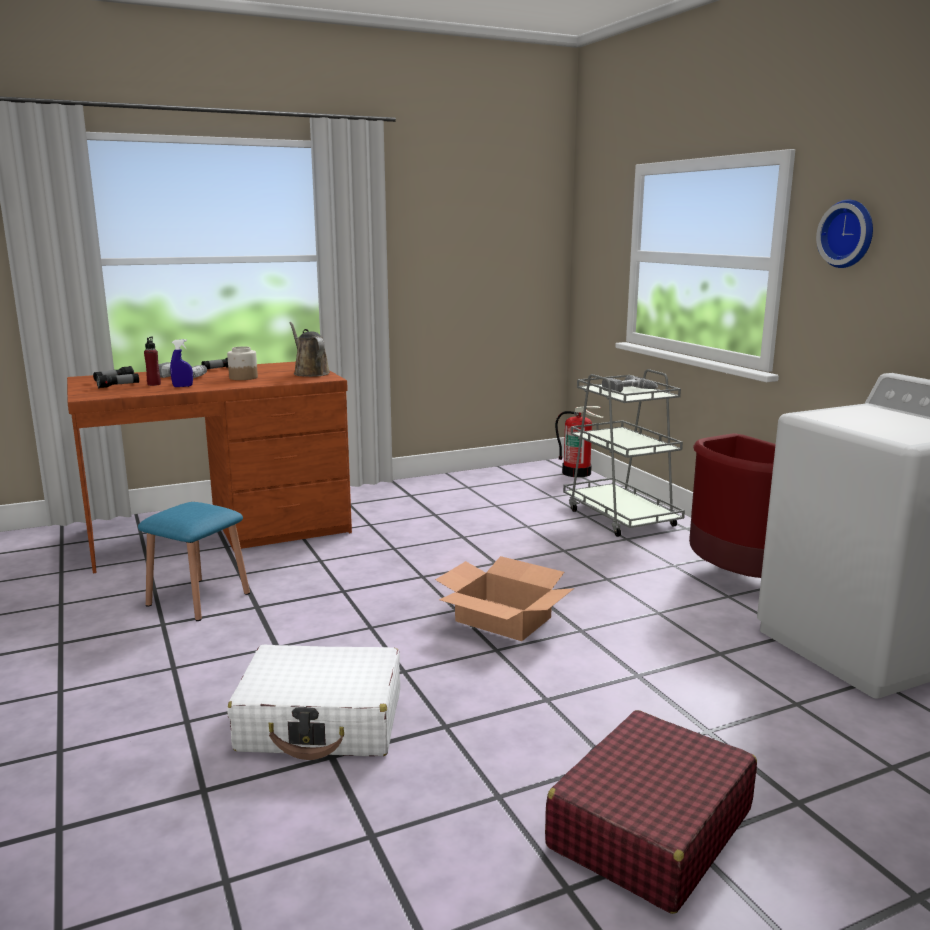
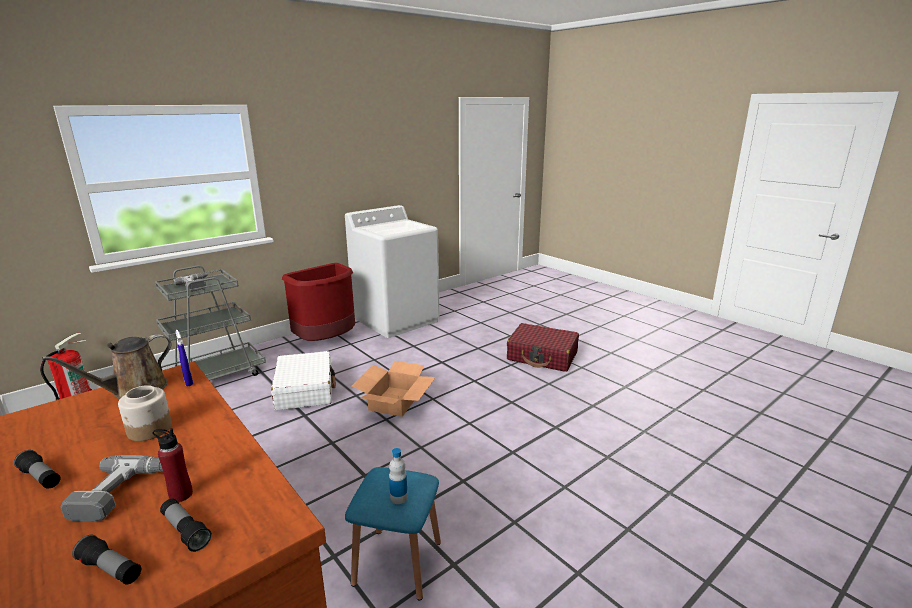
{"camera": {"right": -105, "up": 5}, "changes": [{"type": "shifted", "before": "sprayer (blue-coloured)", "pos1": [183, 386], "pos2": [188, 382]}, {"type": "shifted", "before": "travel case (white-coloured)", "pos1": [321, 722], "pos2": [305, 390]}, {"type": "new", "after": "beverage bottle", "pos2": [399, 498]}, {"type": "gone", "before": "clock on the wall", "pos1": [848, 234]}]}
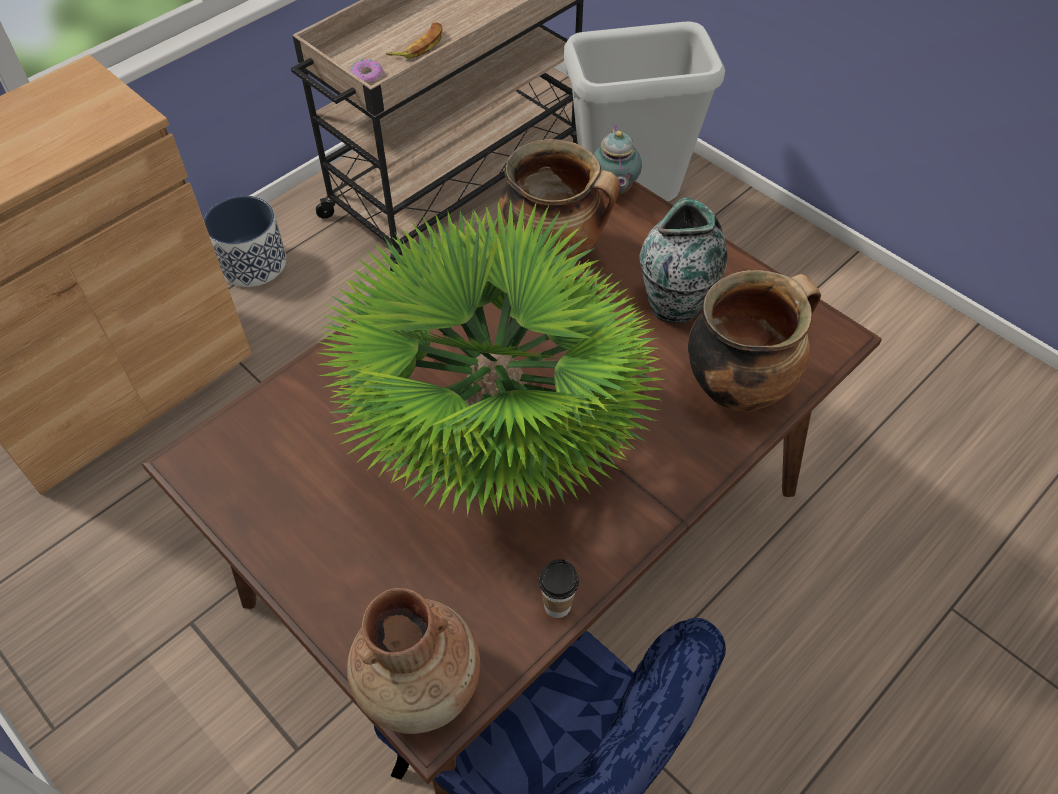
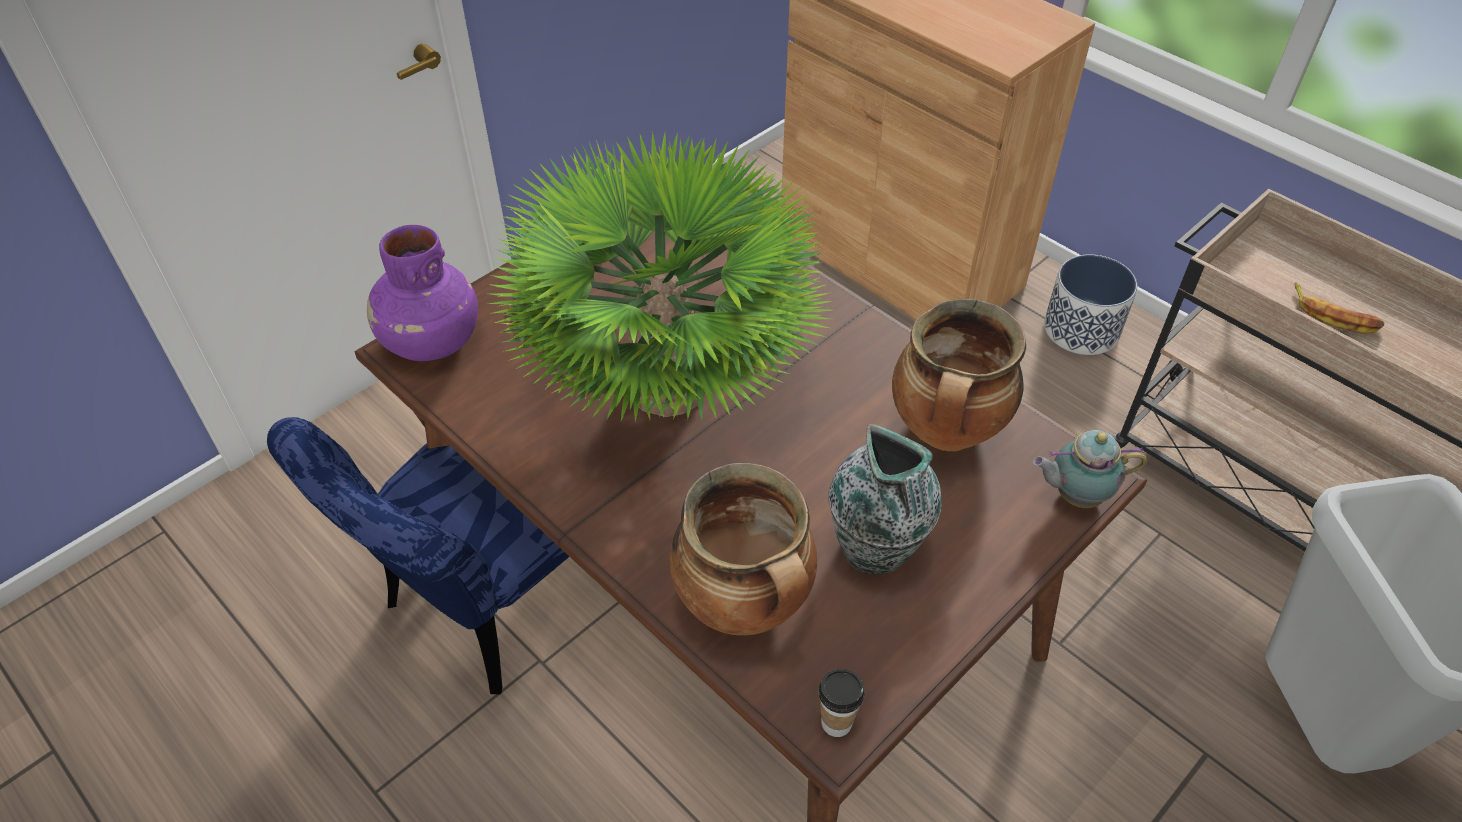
{"camera": {"right": 90, "up": -5}, "changes": [{"type": "repainted", "before": "flower vase (brown)", "after": "flower vase (purplish)", "pos1": [420, 684], "pos2": [431, 342]}, {"type": "shifted", "before": "cup", "pos1": [557, 605], "pos2": [836, 722]}, {"type": "gone", "before": "doughnut", "pos1": [367, 77]}]}
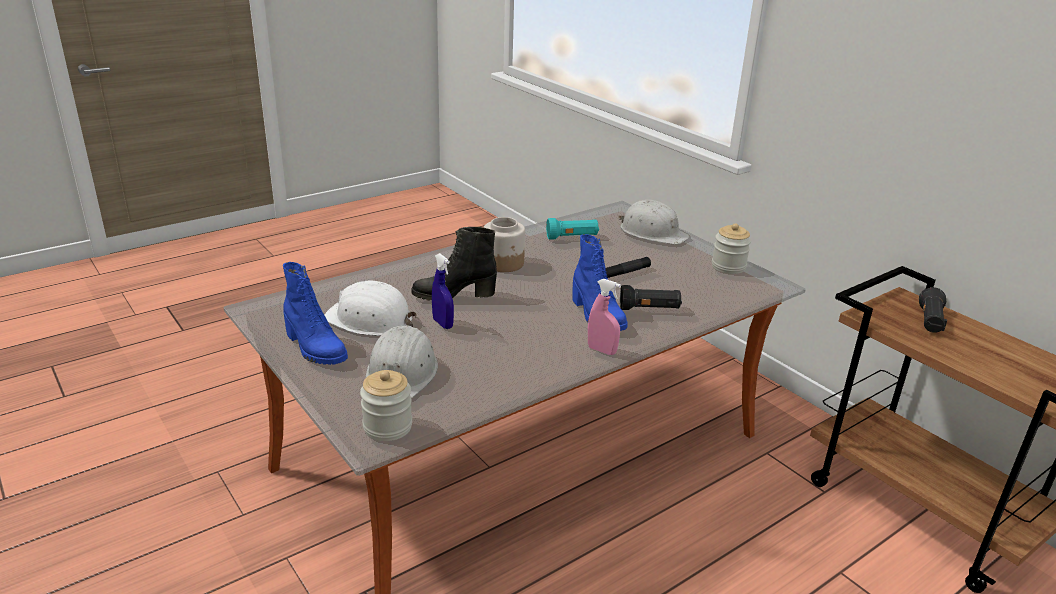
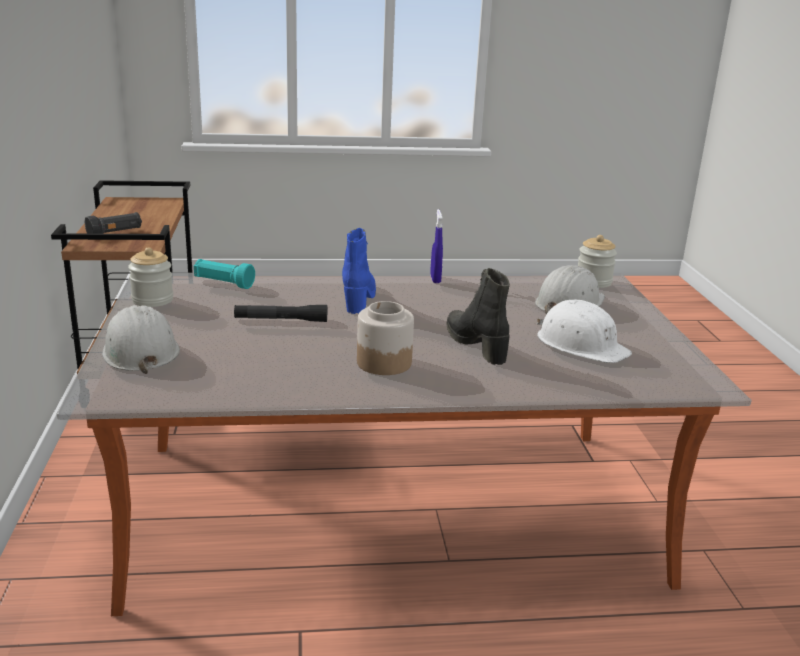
{"camera": {"right": -150, "up": -5}, "changes": [{"type": "shifted", "before": "flashlight (turquoise-coloured)", "pos1": [572, 237], "pos2": [223, 283]}, {"type": "shifted", "before": "sprayer (blue-coloured)", "pos1": [443, 323], "pos2": [435, 279]}, {"type": "rotated", "before": "tall boot (blackish)", "pos1": [454, 295], "pos2": [476, 345], "turn": -135}, {"type": "gone", "before": "tall boot (blue-coloured)", "pos1": [314, 349]}, {"type": "gone", "before": "sprayer (pinkish)", "pos1": [601, 350]}, {"type": "gone", "before": "flashlight (blackish)", "pos1": [649, 309]}]}
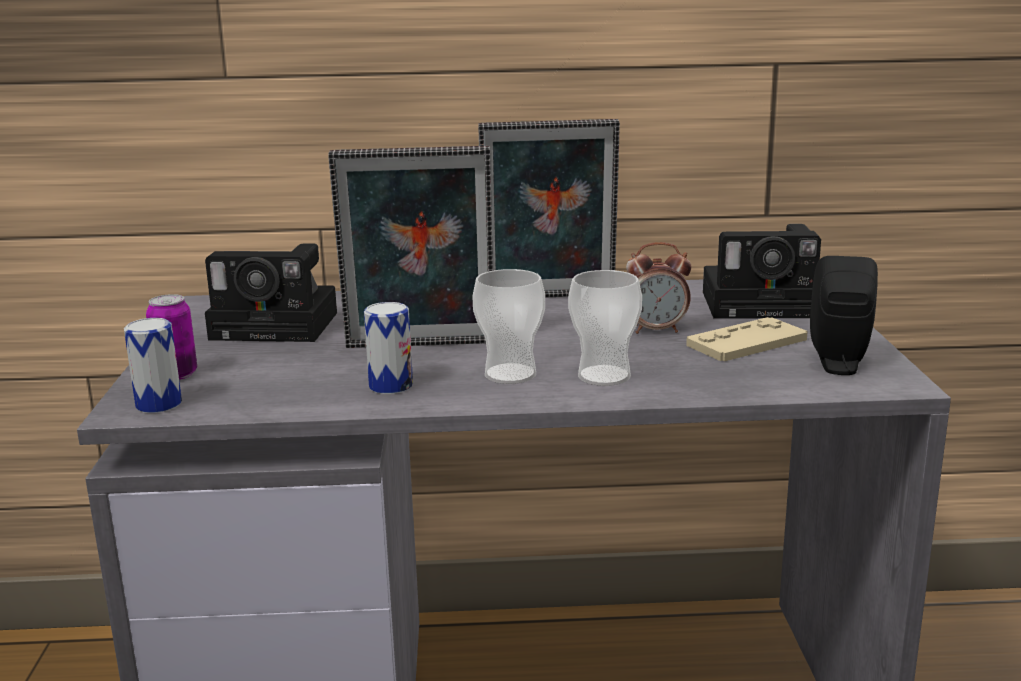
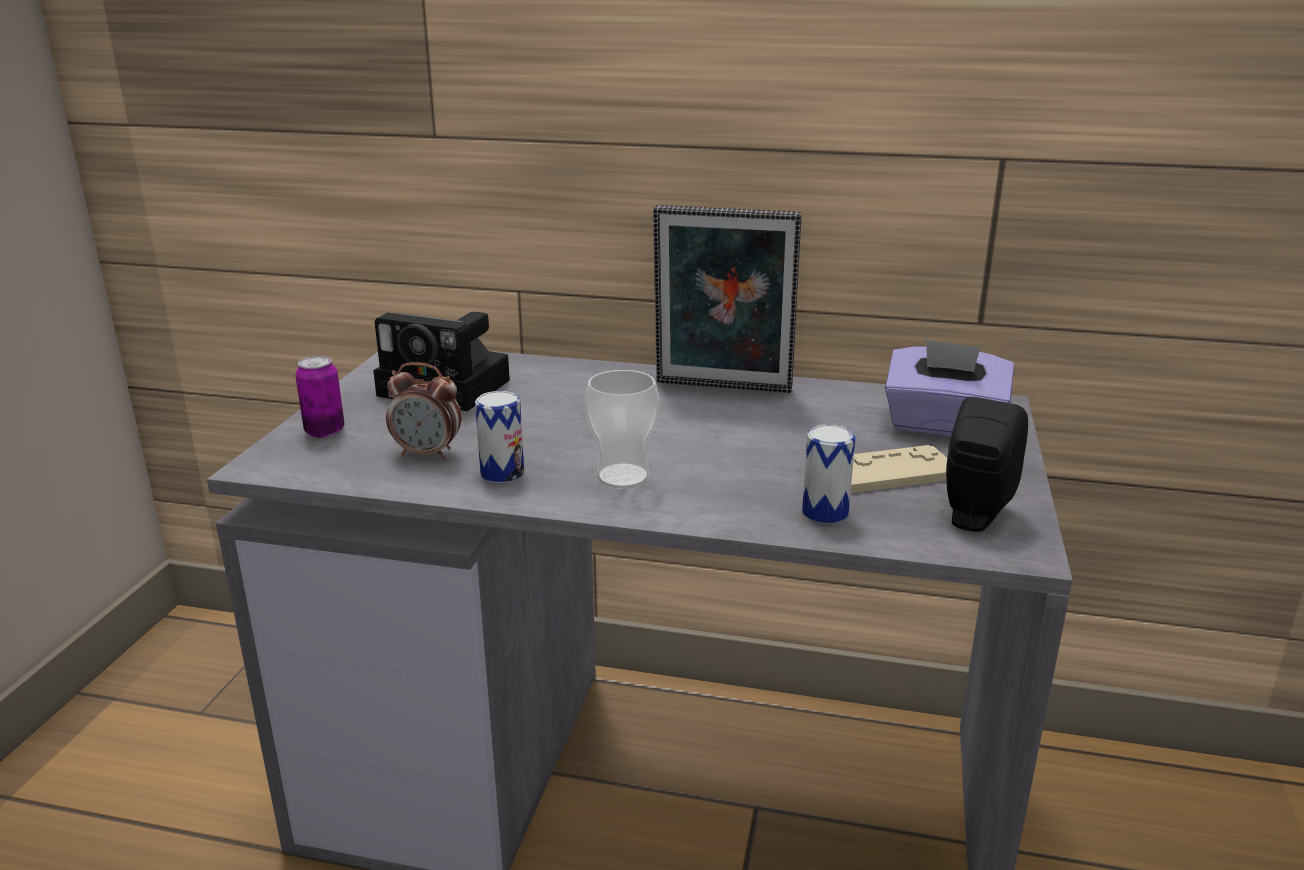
{"camera": {"right": 15, "up": 5}, "changes": [{"type": "shifted", "before": "alarm clock", "pos1": [656, 330], "pos2": [428, 454]}, {"type": "shifted", "before": "sealed can", "pos1": [159, 404], "pos2": [825, 512]}, {"type": "swapped", "before": "still camera", "after": "tissue holder (purplish)", "pos1": [765, 304], "pos2": [943, 425]}, {"type": "gone", "before": "picture frame", "pos1": [420, 347]}, {"type": "gone", "before": "cup", "pos1": [604, 376]}]}
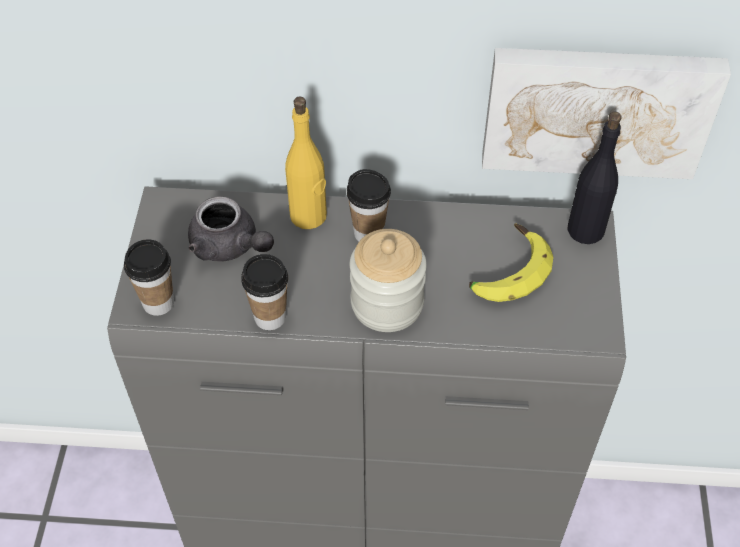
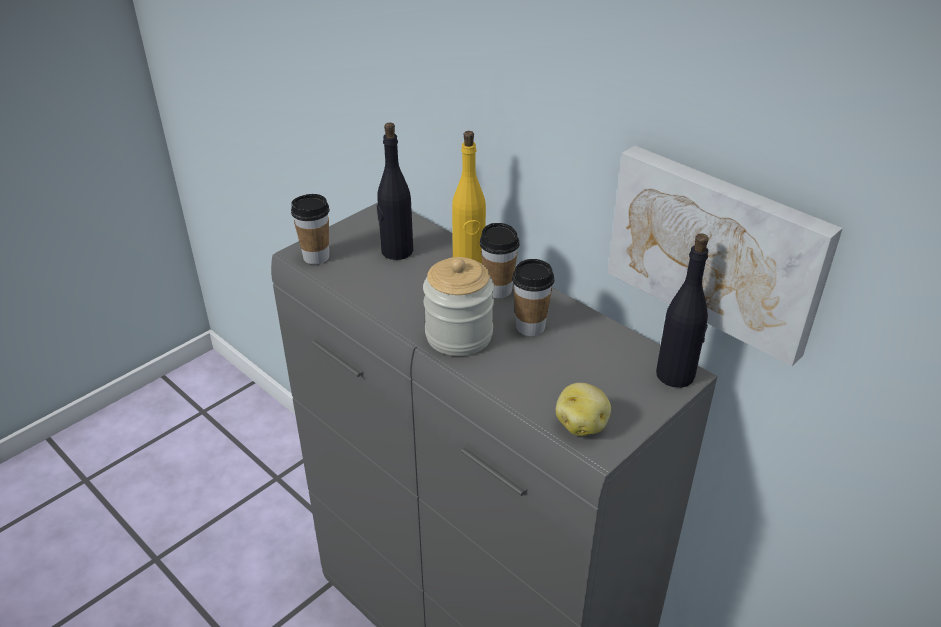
{"camera": {"right": 40, "up": -15}, "changes": [{"type": "swapped", "before": "tea pot (grey)", "after": "beverage bottle (blackish)", "pos1": [230, 246], "pos2": [396, 251]}, {"type": "shifted", "before": "cup", "pos1": [270, 317], "pos2": [530, 327]}, {"type": "new", "after": "spud", "pos2": [582, 425]}, {"type": "gone", "before": "banana fruit", "pos1": [506, 270]}]}
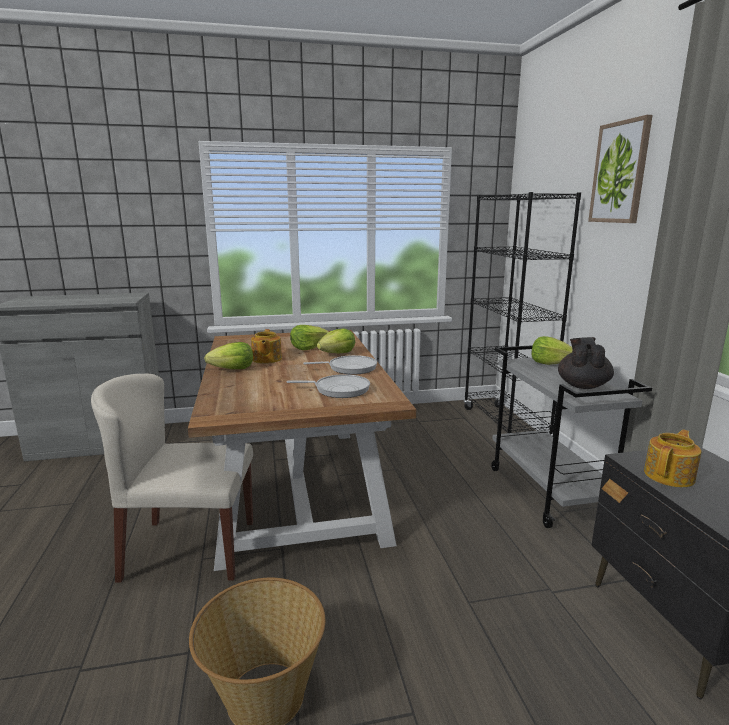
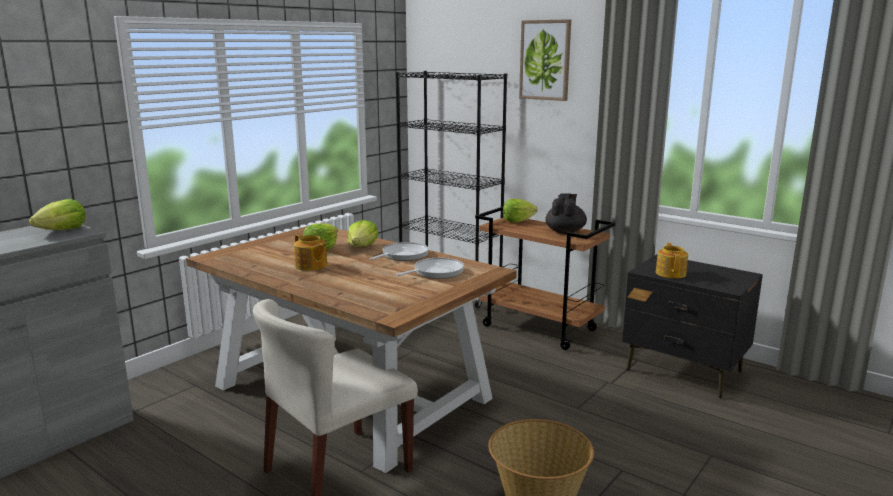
{"camera": {"right": -40, "up": 0}, "changes": [{"type": "shifted", "before": "lettuce", "pos1": [233, 369], "pos2": [62, 230]}, {"type": "repainted", "before": "wheeled cart (grey)", "after": "wheeled cart (brown)", "pos1": [549, 492], "pos2": [540, 328]}, {"type": "rotated", "before": "tea pot (blackish)", "pos1": [582, 385], "pos2": [565, 232], "turn": 45}]}
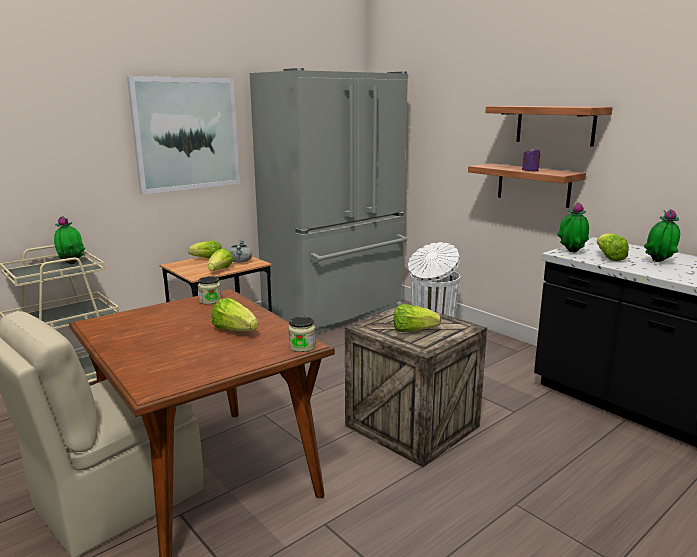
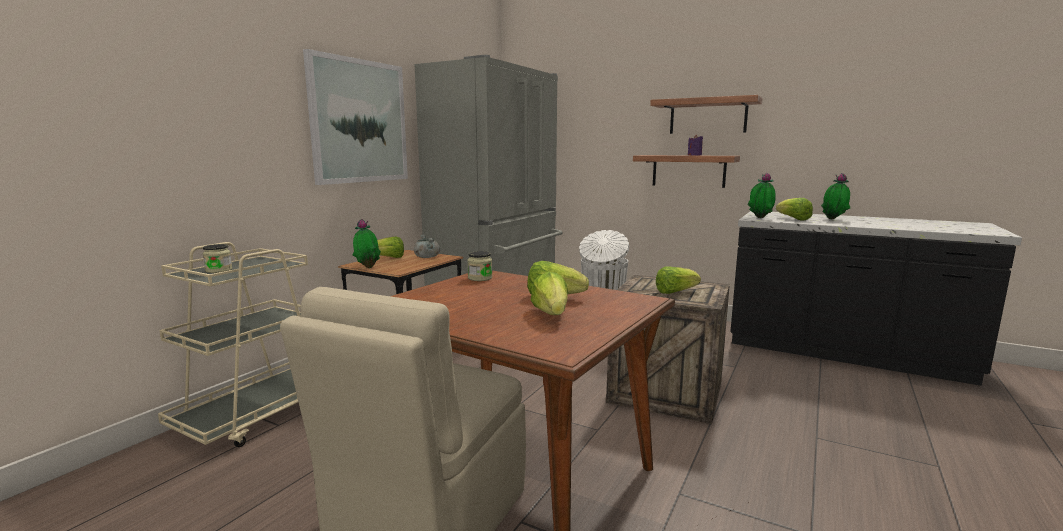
{"camera": {"right": -20, "up": -5}, "changes": [{"type": "shifted", "before": "storage jar", "pos1": [302, 347], "pos2": [219, 270]}, {"type": "shifted", "before": "potted plant", "pos1": [72, 263], "pos2": [367, 267]}, {"type": "shifted", "before": "lettuce", "pos1": [220, 270], "pos2": [551, 314]}]}
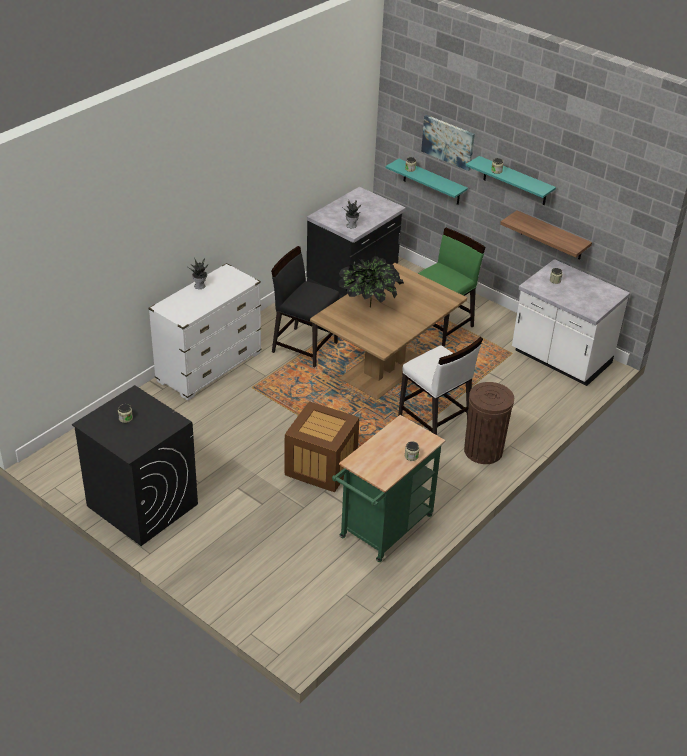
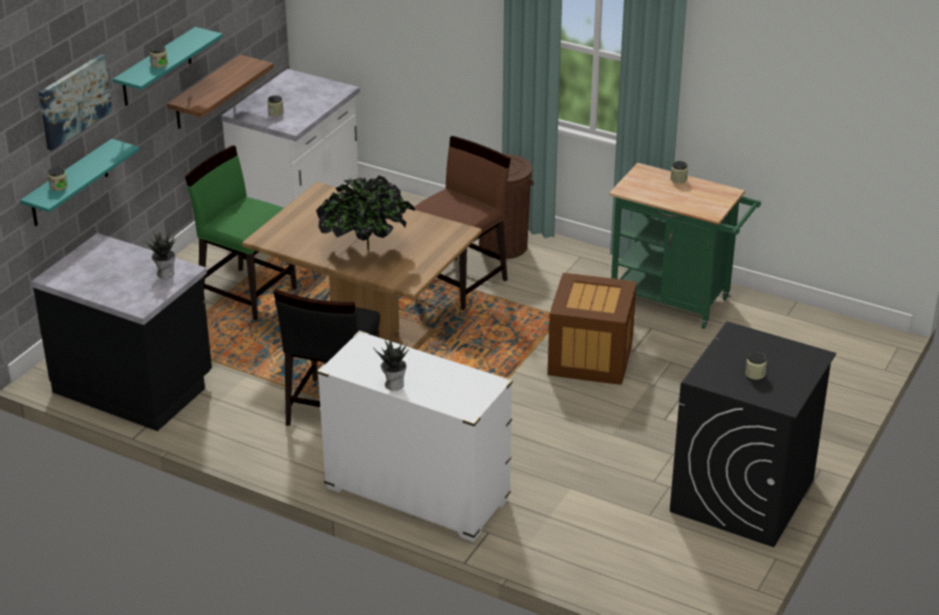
{"camera": {"right": -100, "up": -5}, "changes": [{"type": "repainted", "before": "chair (white-coloured)", "after": "chair (brown)", "pos1": [434, 420], "pos2": [460, 283]}]}
